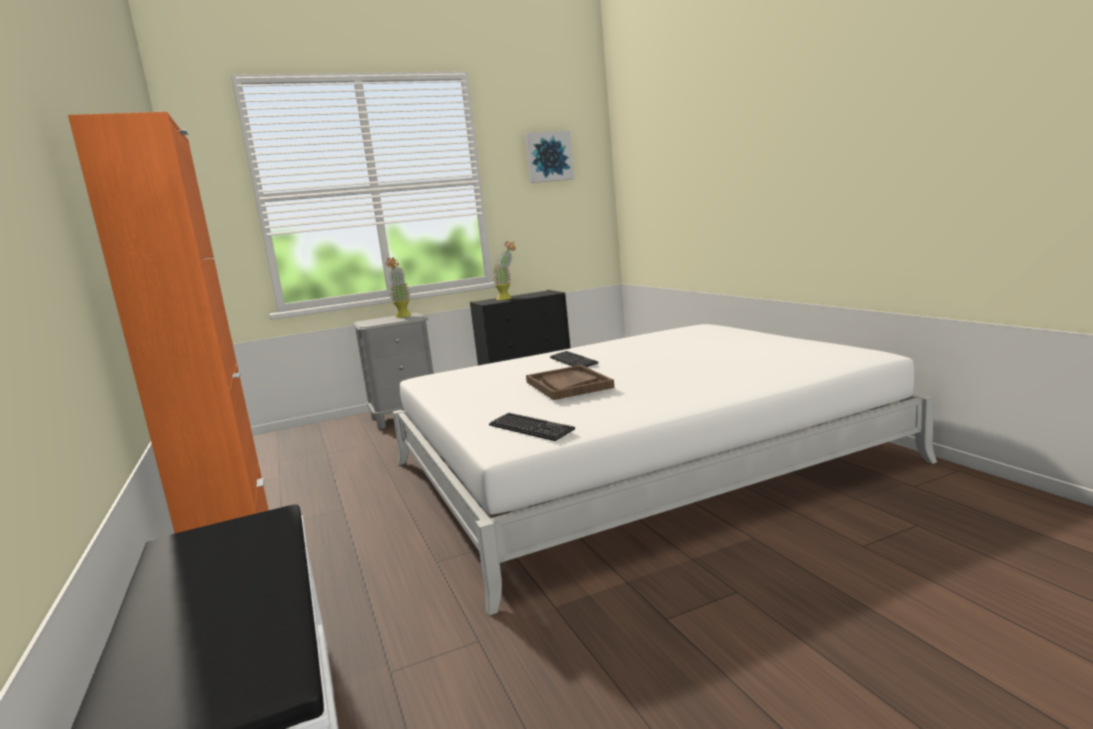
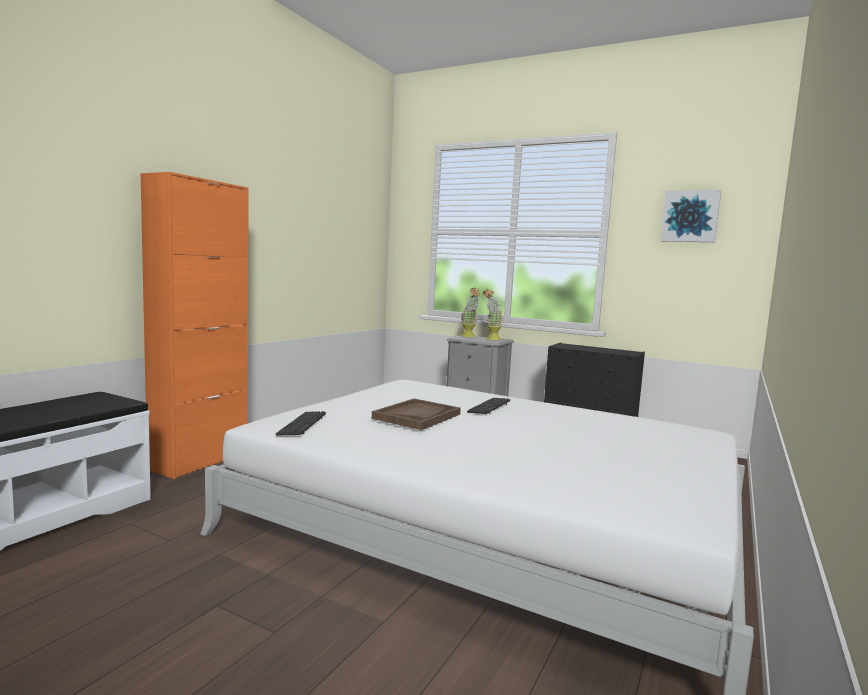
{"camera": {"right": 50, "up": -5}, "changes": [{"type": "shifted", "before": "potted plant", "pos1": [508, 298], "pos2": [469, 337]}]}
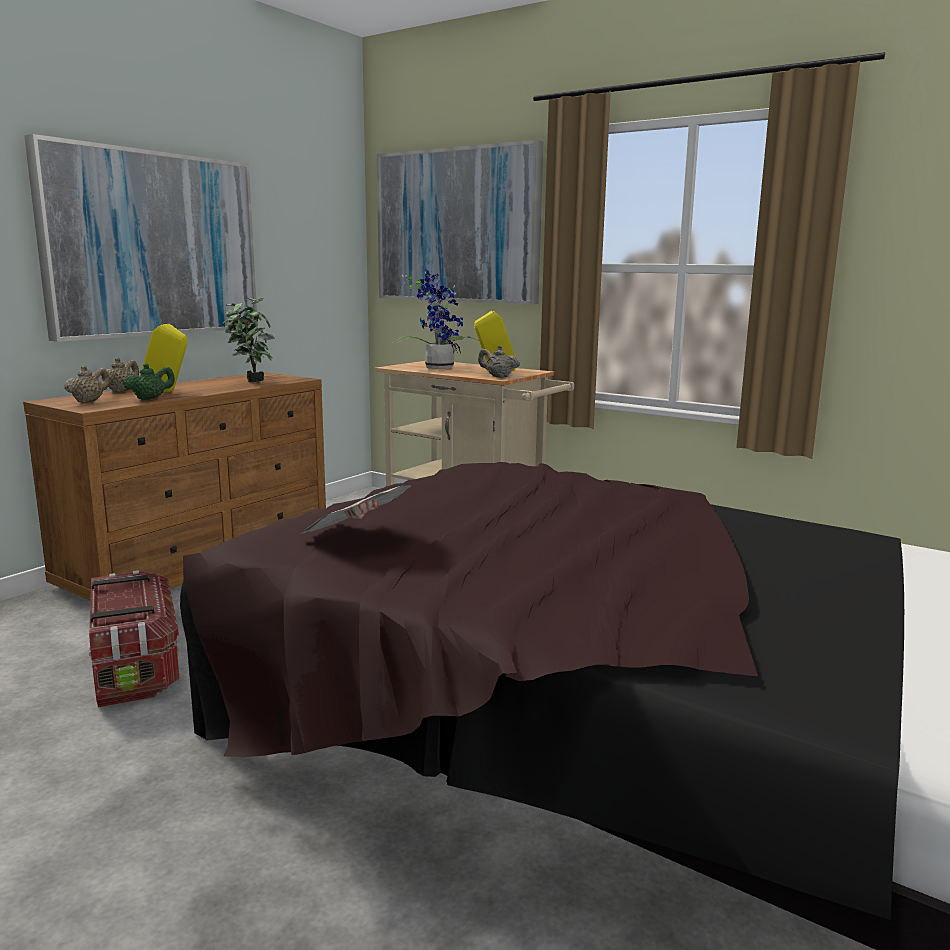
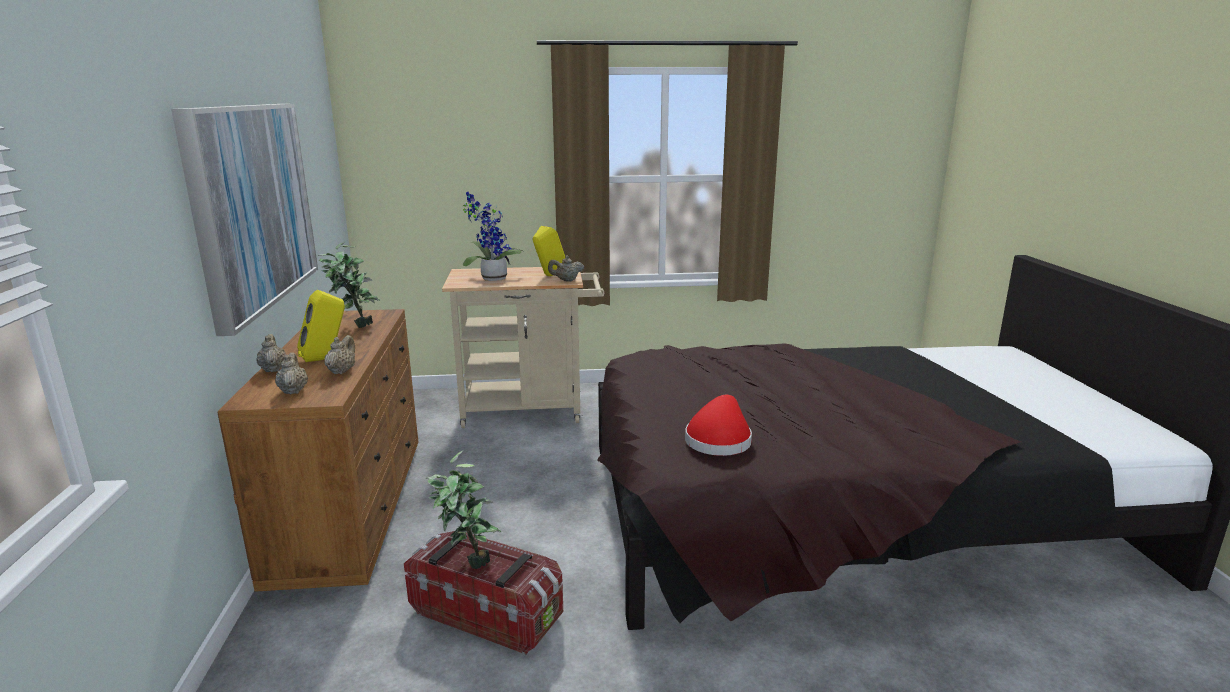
{"camera": {"right": -40, "up": 5}, "changes": [{"type": "repainted", "before": "tea pot (green-coloured)", "after": "tea pot (beige)", "pos1": [150, 399], "pos2": [342, 371]}, {"type": "new", "after": "potted plant", "pos2": [467, 562]}, {"type": "swapped", "before": "newspaper", "after": "clothing hat (reddish)", "pos1": [356, 538], "pos2": [718, 439]}, {"type": "gone", "before": "wall art", "pos1": [458, 226]}]}
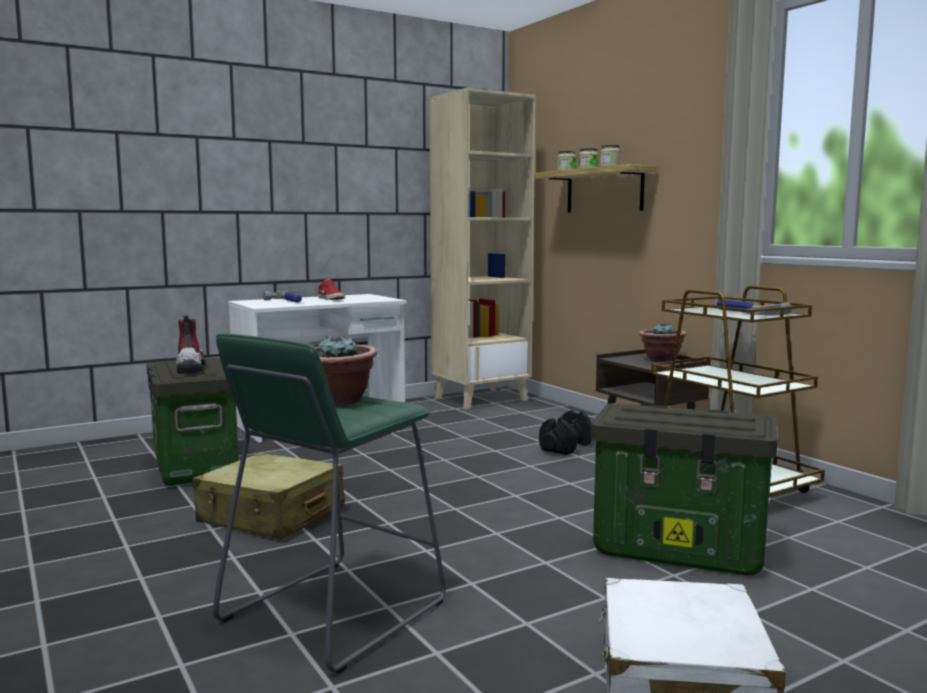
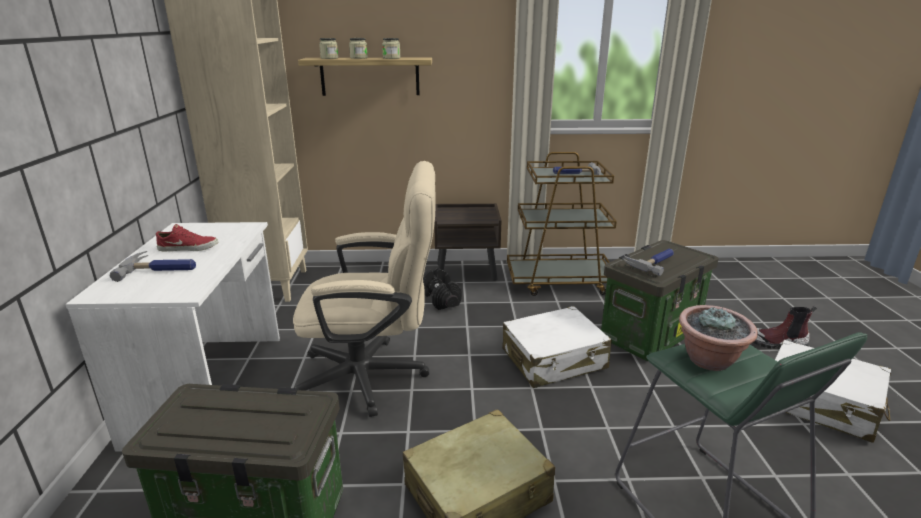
{"camera": {"right": -60, "up": 15}, "changes": [{"type": "new", "after": "desk chair (beige)", "pos2": [374, 376]}, {"type": "new", "after": "travel case (white-coloured)", "pos2": [554, 359]}, {"type": "new", "after": "tool hammer", "pos2": [653, 262]}, {"type": "shifted", "before": "tall boot", "pos1": [190, 368], "pos2": [778, 344]}, {"type": "gone", "before": "potted plant", "pos1": [661, 360]}]}
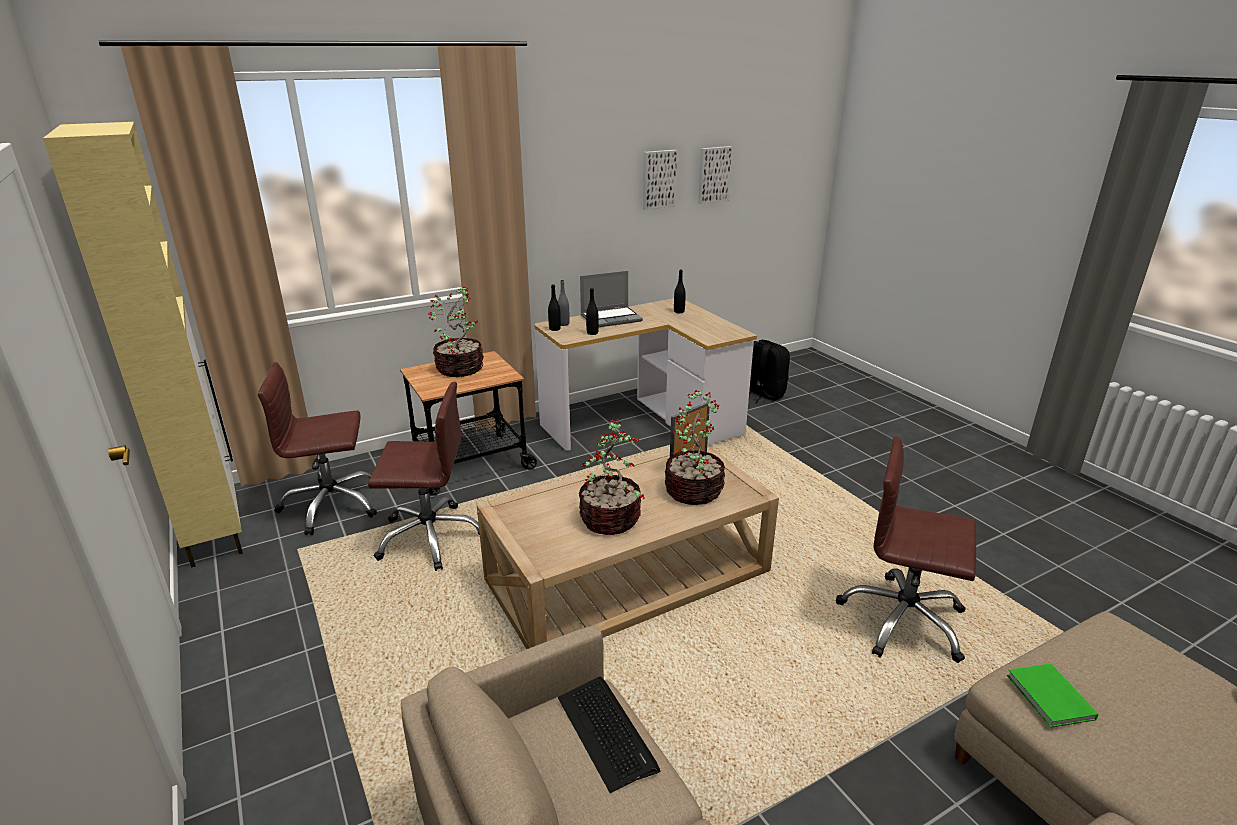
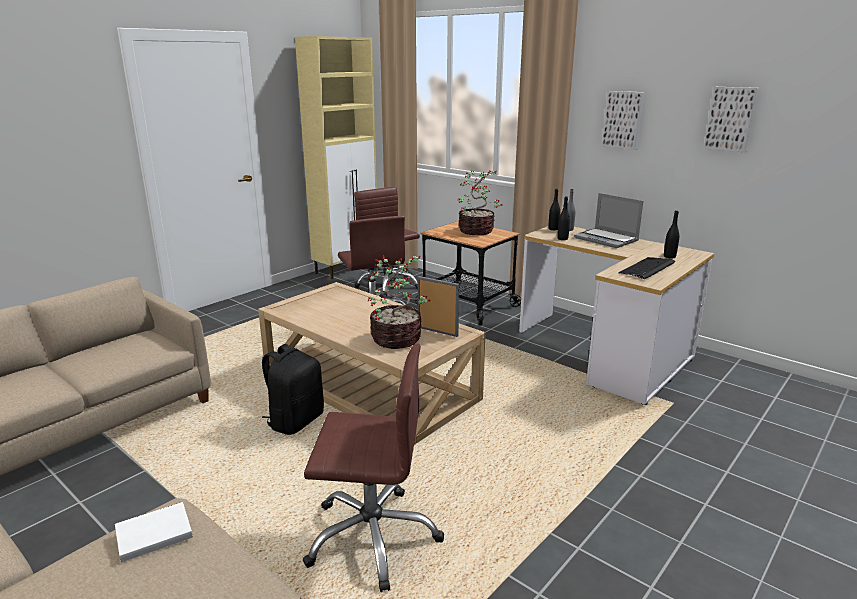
{"camera": {"right": 70, "up": -5}, "changes": [{"type": "repainted", "before": "volume (green-coloured)", "after": "volume (white-coloured)", "pos1": [1050, 698], "pos2": [152, 534]}, {"type": "shifted", "before": "backpack (blackish)", "pos1": [762, 394], "pos2": [295, 421]}, {"type": "rotated", "before": "desk chair (brown)", "pos1": [902, 620], "pos2": [372, 536], "turn": 90}, {"type": "shifted", "before": "wall art", "pos1": [713, 174], "pos2": [623, 120]}, {"type": "shifted", "before": "PC keyboard", "pos1": [607, 732], "pos2": [647, 268]}, {"type": "gone", "before": "potted plant", "pos1": [611, 520]}]}
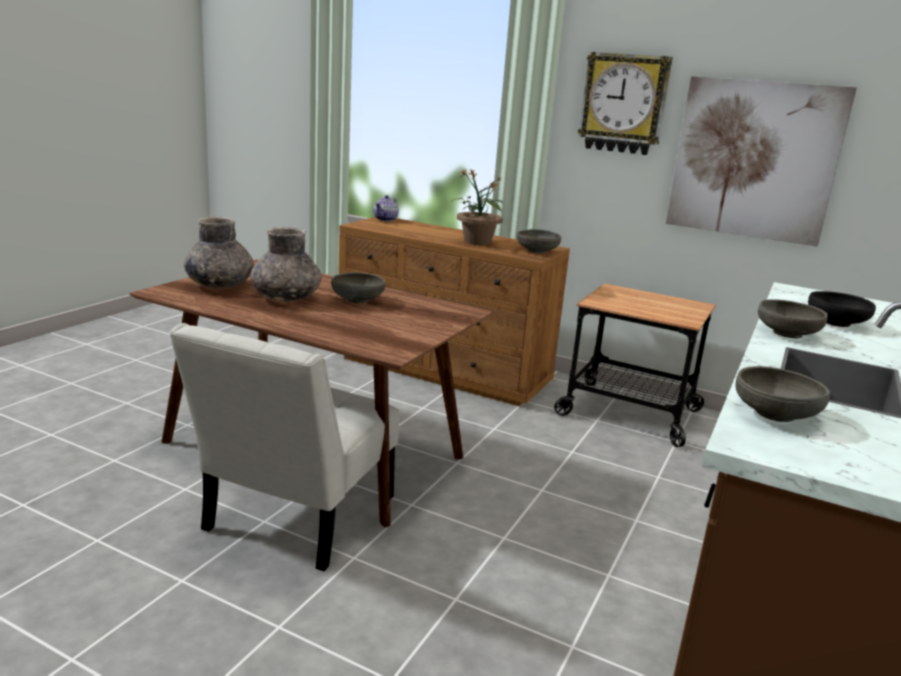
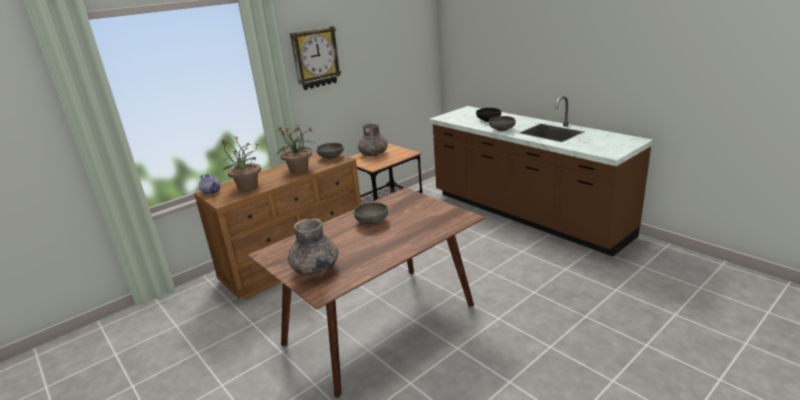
{"camera": {"right": -65, "up": 5}, "changes": [{"type": "new", "after": "potted plant", "pos2": [247, 186]}, {"type": "shifted", "before": "flower vase (grey)", "pos1": [286, 298], "pos2": [374, 154]}, {"type": "gone", "before": "chair (white-coloured)", "pos1": [294, 519]}, {"type": "gone", "before": "wall art", "pos1": [754, 160]}, {"type": "gone", "before": "serving bowl (grey)", "pos1": [774, 414]}]}
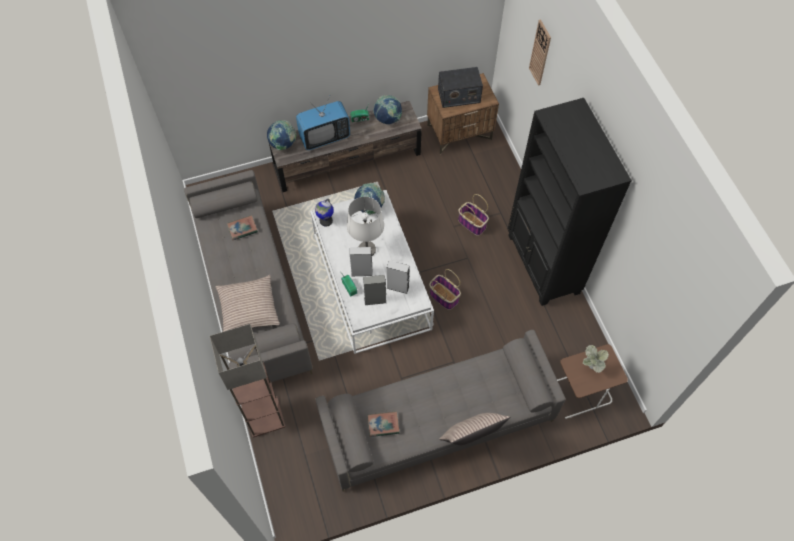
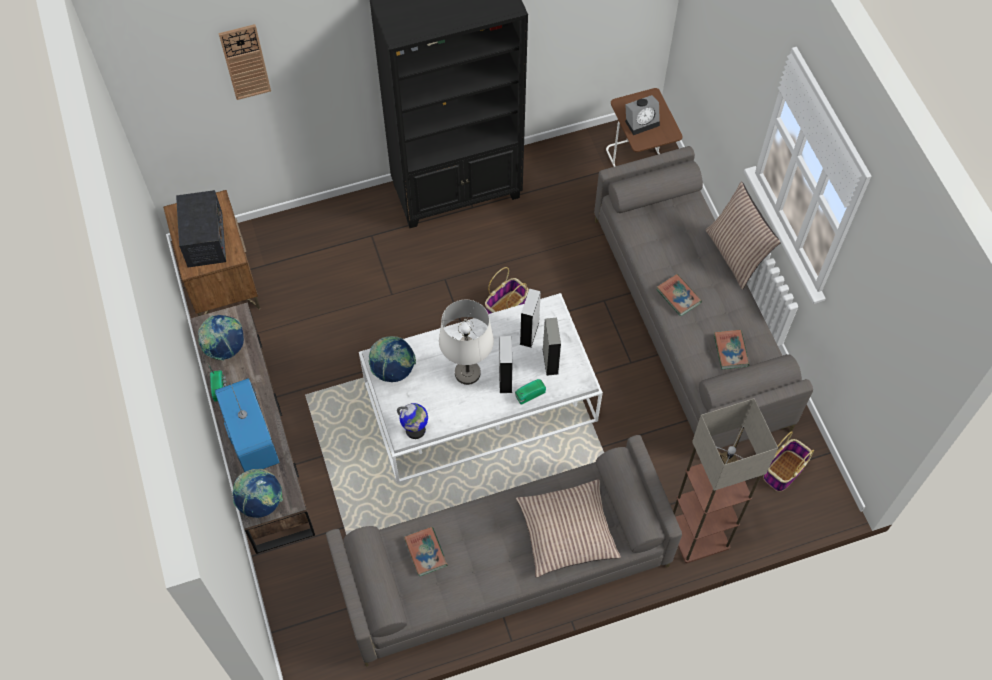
{"camera": {"right": -90, "up": 0}, "changes": [{"type": "swapped", "before": "potted plant", "after": "alarm clock", "pos1": [590, 367], "pos2": [642, 121]}, {"type": "new", "after": "volume", "pos2": [678, 296]}, {"type": "shifted", "before": "household basket", "pos1": [472, 223], "pos2": [784, 470]}]}
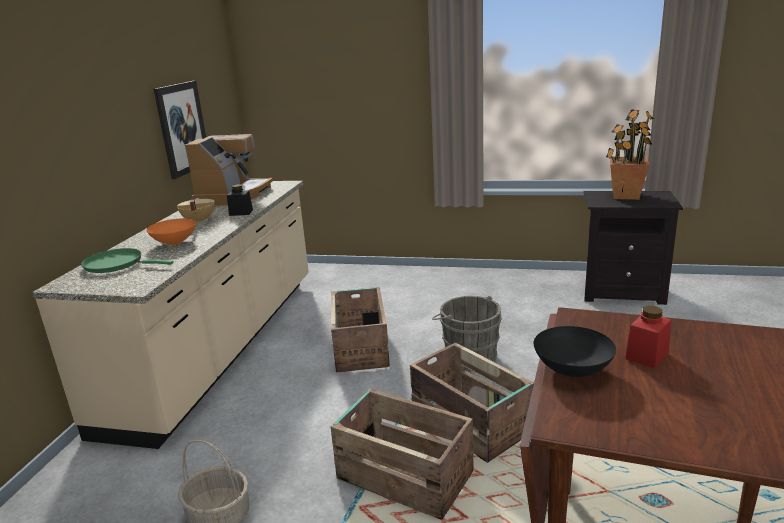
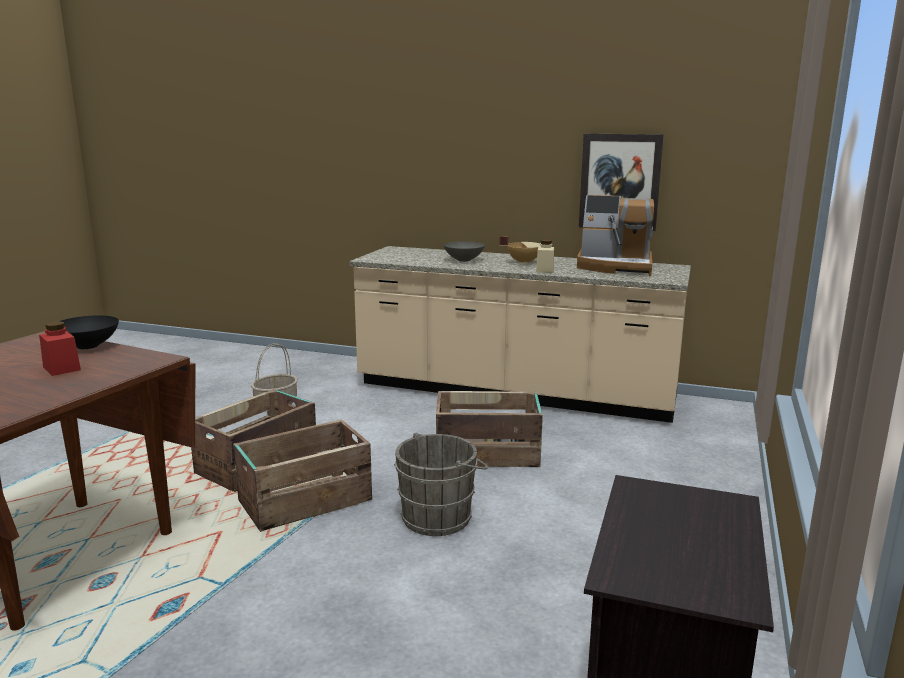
{"camera": {"right": 95, "up": -5}, "changes": [{"type": "repainted", "before": "serving bowl (orangey)", "after": "serving bowl (grey)", "pos1": [174, 242], "pos2": [463, 260]}, {"type": "repainted", "before": "storage jar (blackish)", "after": "storage jar (beige)", "pos1": [241, 212], "pos2": [545, 270]}, {"type": "gone", "before": "skillet (green-coloured)", "pos1": [117, 264]}, {"type": "gone", "before": "potted plant", "pos1": [625, 195]}]}
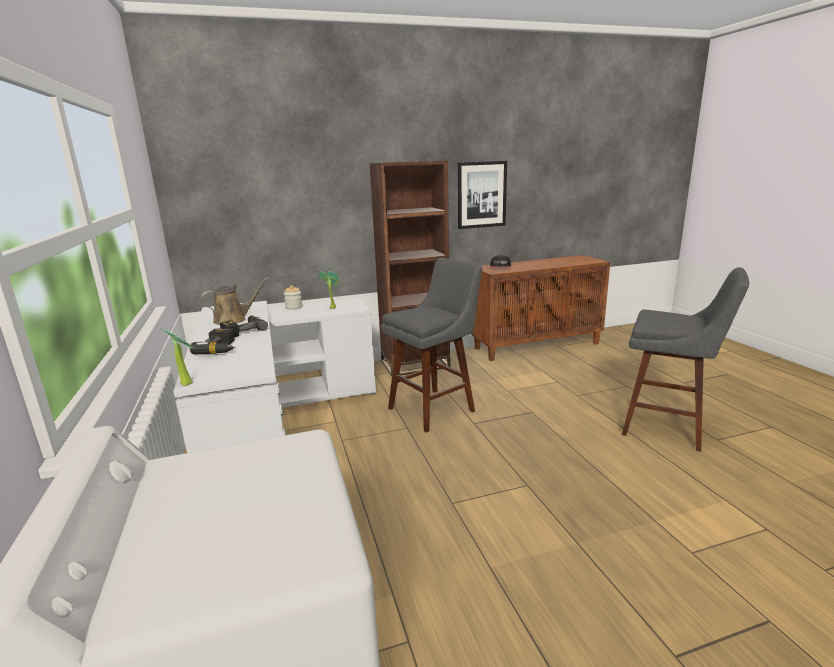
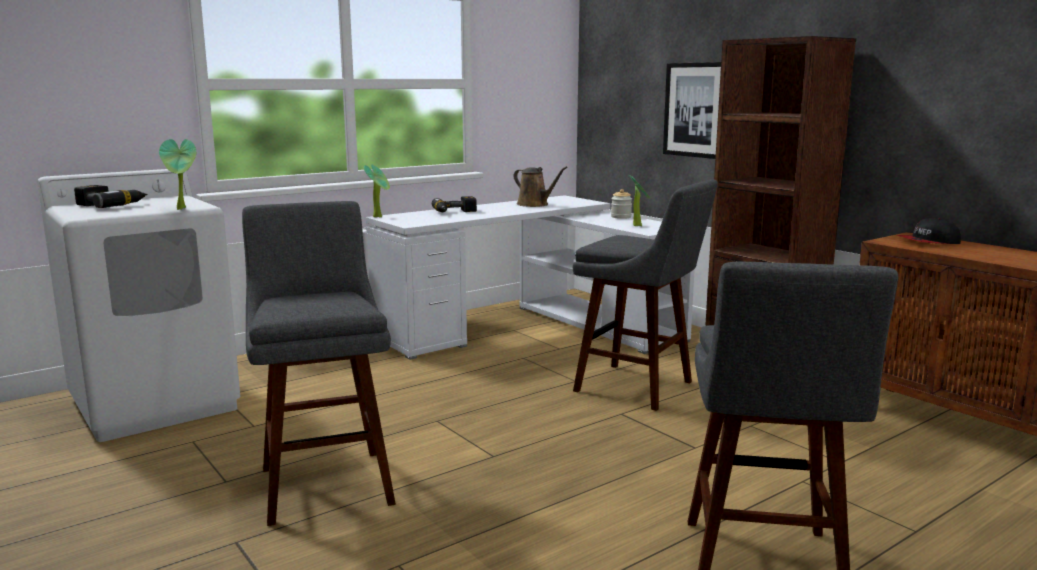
{"camera": {"right": 70, "up": -5}, "changes": [{"type": "shifted", "before": "power drill", "pos1": [242, 331], "pos2": [111, 205]}, {"type": "new", "after": "potted plant", "pos2": [183, 209]}, {"type": "new", "after": "sitting stool (grey)", "pos2": [325, 482]}, {"type": "shifted", "before": "wall art", "pos1": [481, 195], "pos2": [695, 110]}]}
